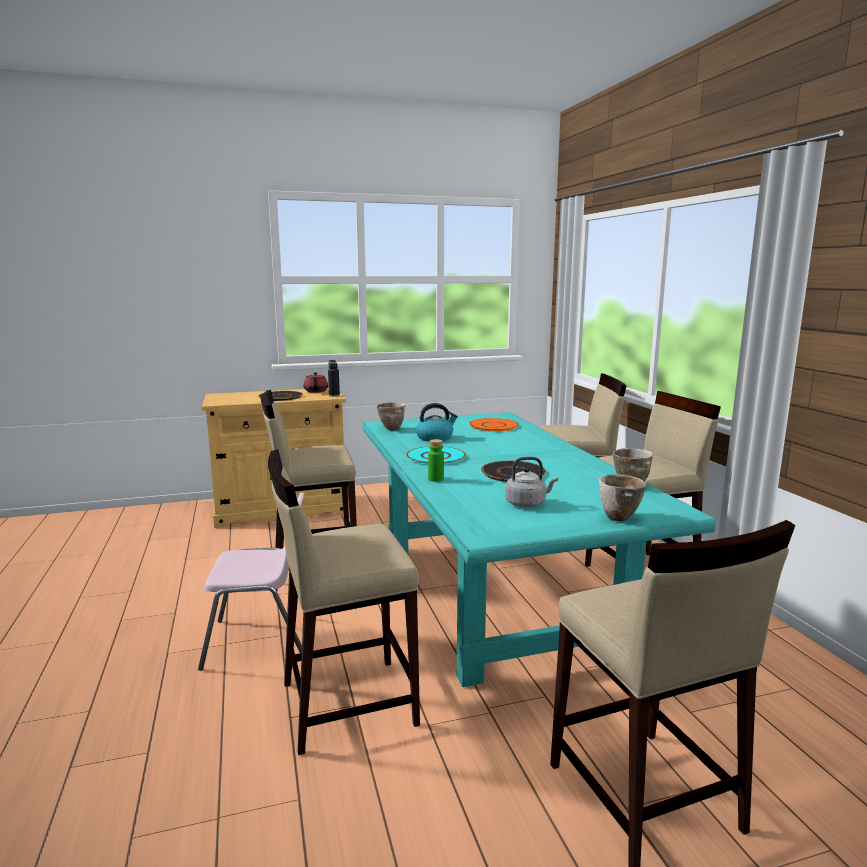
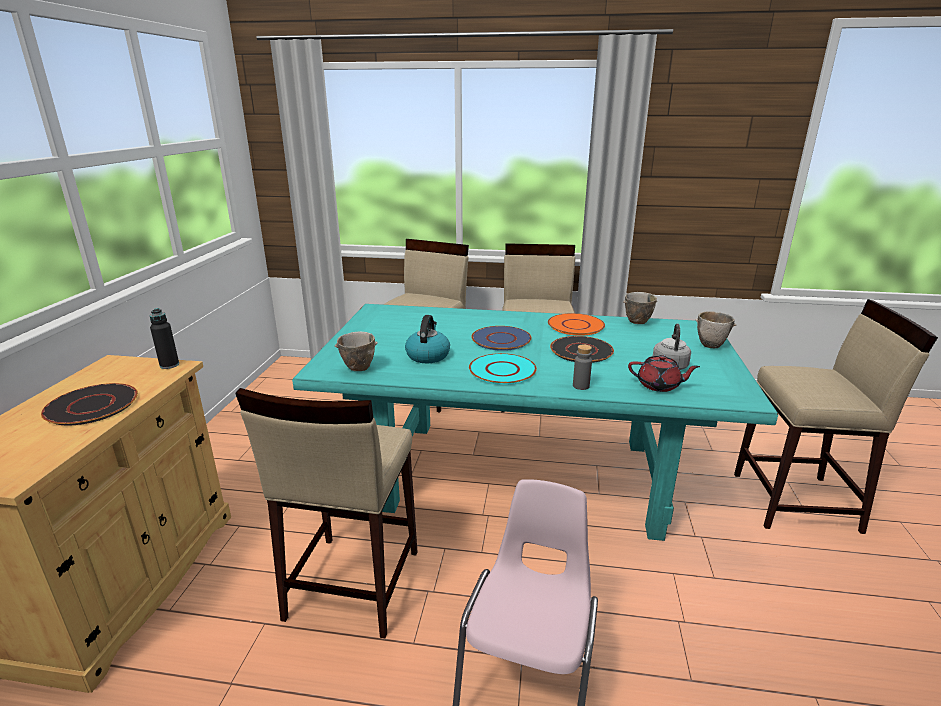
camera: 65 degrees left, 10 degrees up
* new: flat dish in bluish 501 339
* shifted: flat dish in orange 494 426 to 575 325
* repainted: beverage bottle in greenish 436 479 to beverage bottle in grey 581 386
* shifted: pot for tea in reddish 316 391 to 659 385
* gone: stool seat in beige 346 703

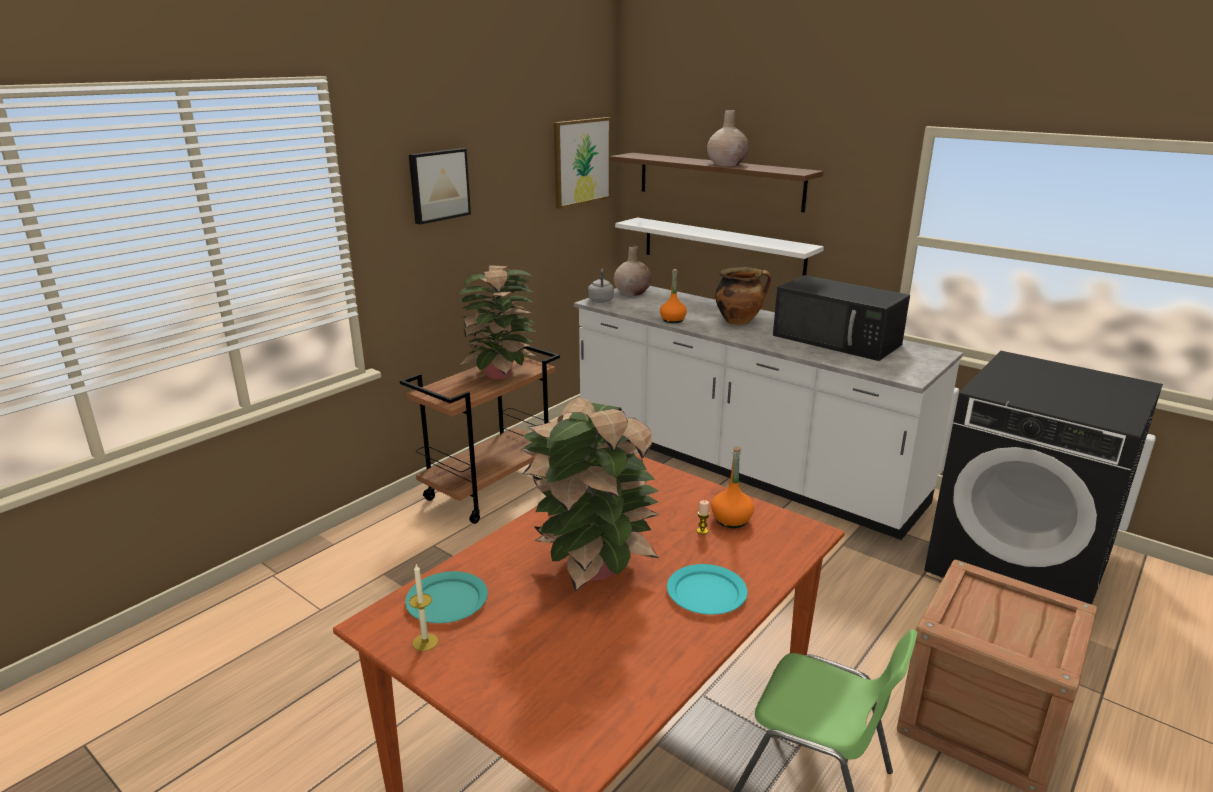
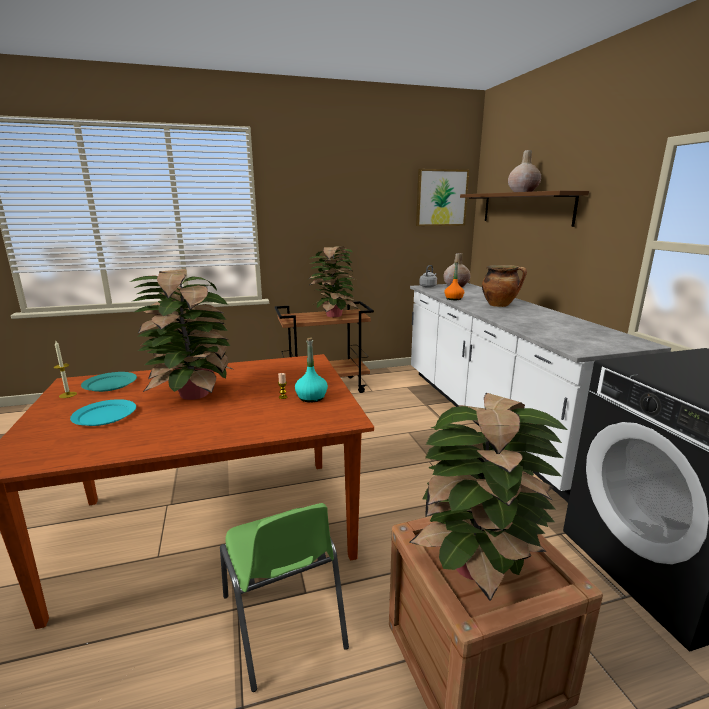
camera: 35 degrees right, 5 degrees down
* shifted: flat dish in blue-green 706 592 to 105 415
* repainted: beverage bottle in orange 731 520 to beverage bottle in blue-green 311 397
* new: plant in a pot 474 569
* gone: wall art 438 185
* gone: bracket shelf in white-coloured 722 249
* gone: microwave in black 838 340

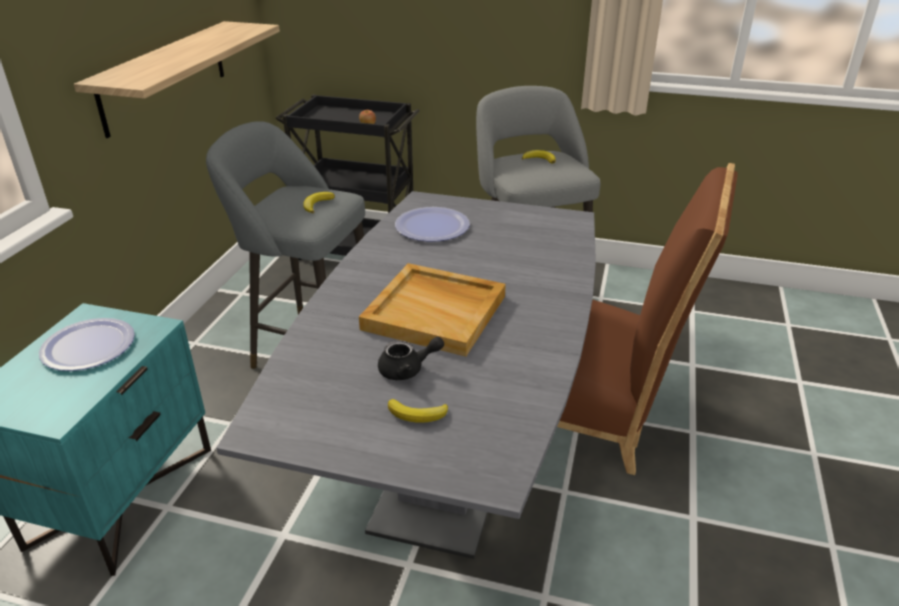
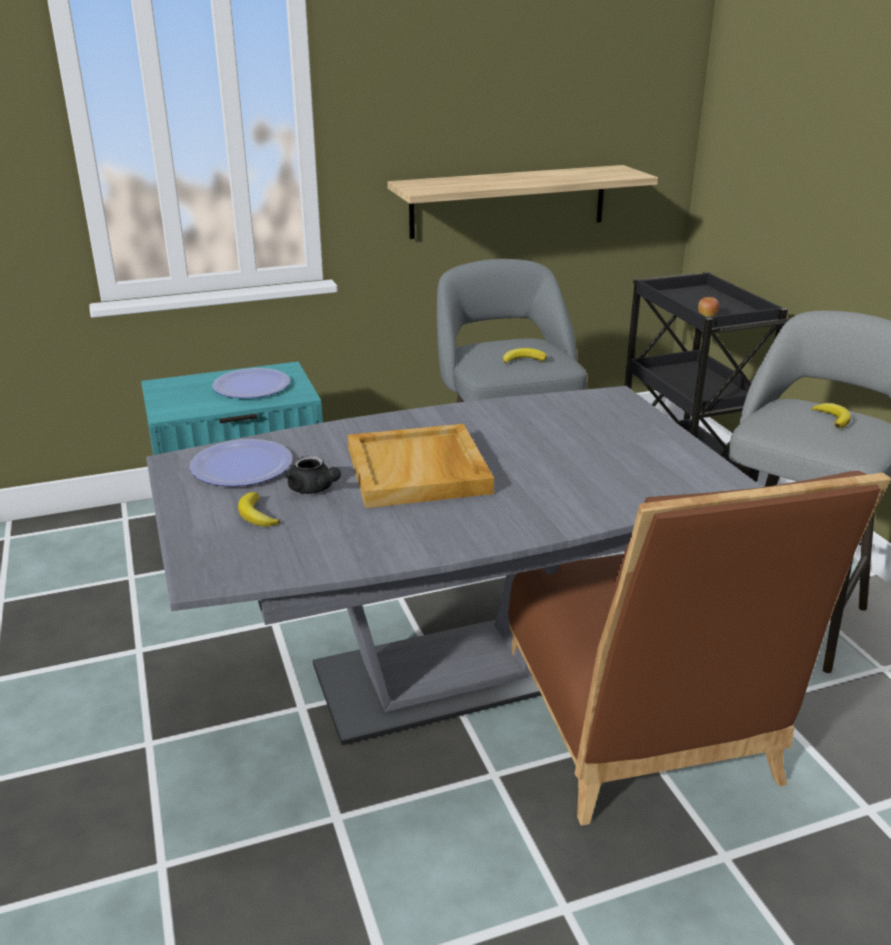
camera: 55 degrees right, 5 degrees down
* shifted: flat dish 432 226 to 242 465

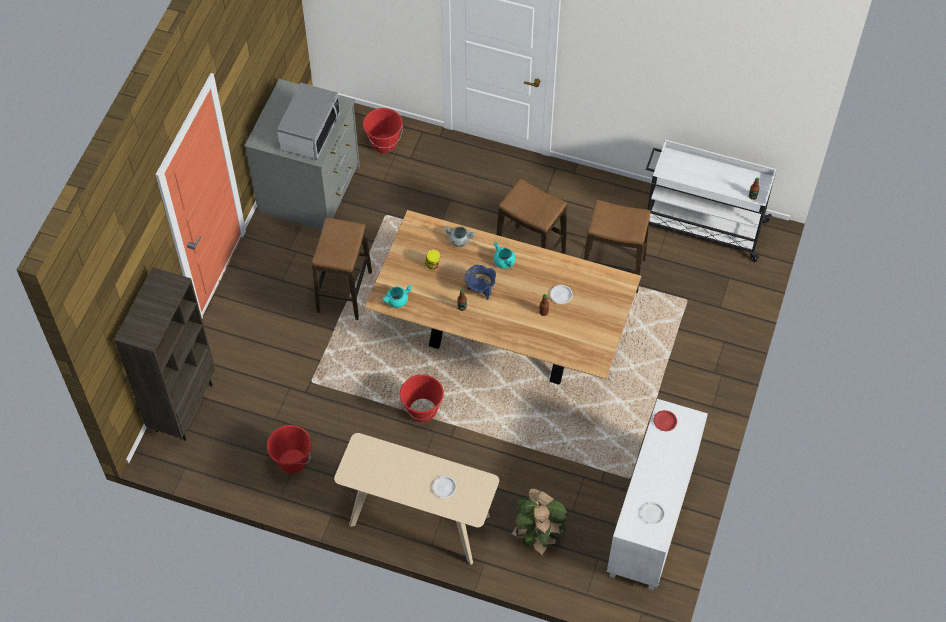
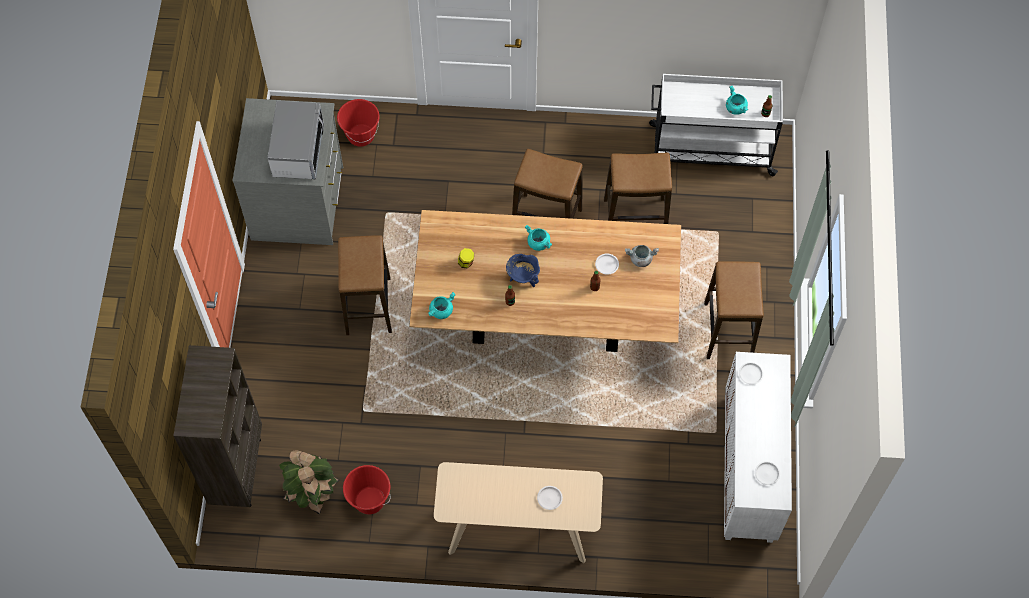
camera: 15 degrees left, 5 degrees up
* shifted: plant in a pot 537 537 to 312 495
* shifted: stockpot in grey 459 241 to 640 259
* new: stool seat 728 331
* new: stockpot in blue-green 735 108
* repainted: flat dish in reddish 664 421 to flat dish in white-coloured 750 374
* gone: bucket in reddish 422 410

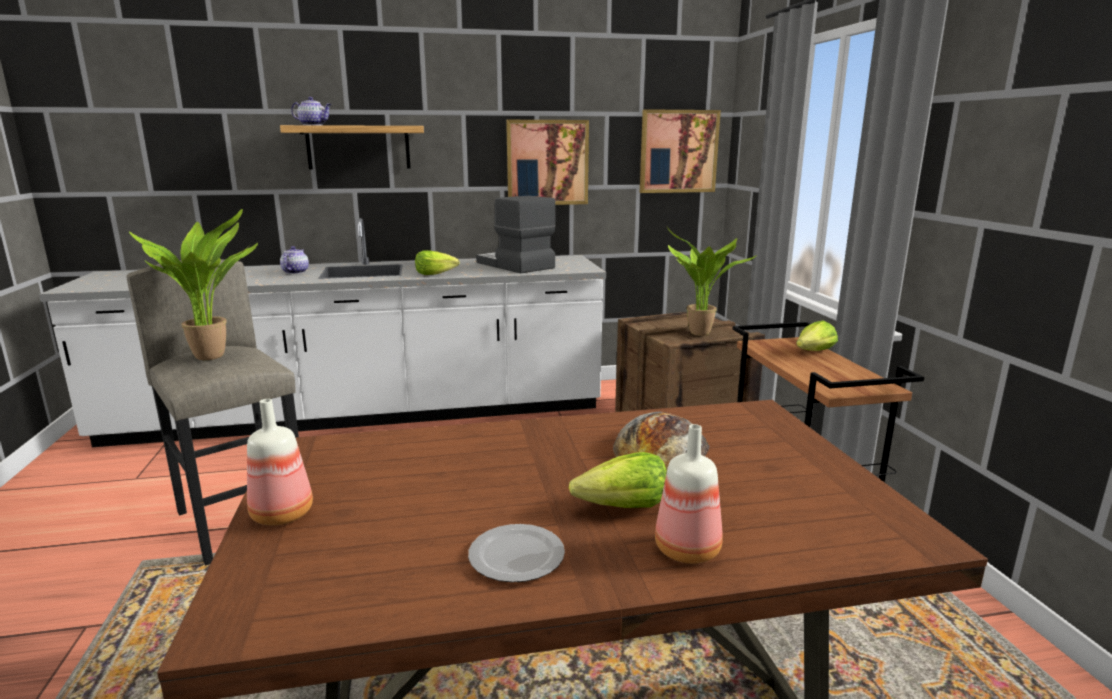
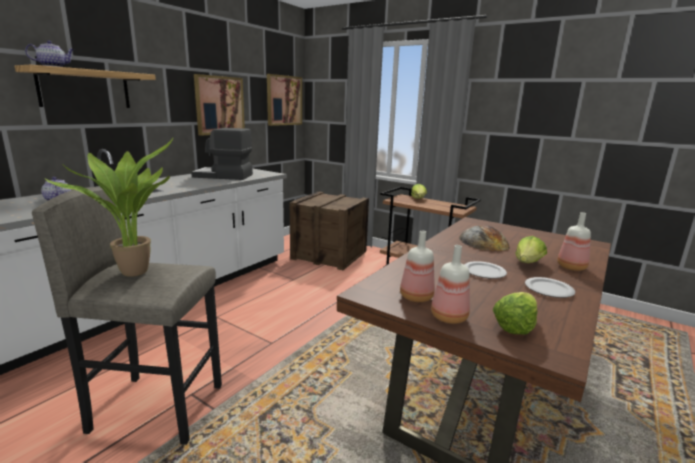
camera: 45 degrees left, 0 degrees up
* new: beverage bottle 415 297
* new: flat dish 484 271
* shifted: lettuce head 435 274 to 514 325
* gone: plant in a pot 700 334

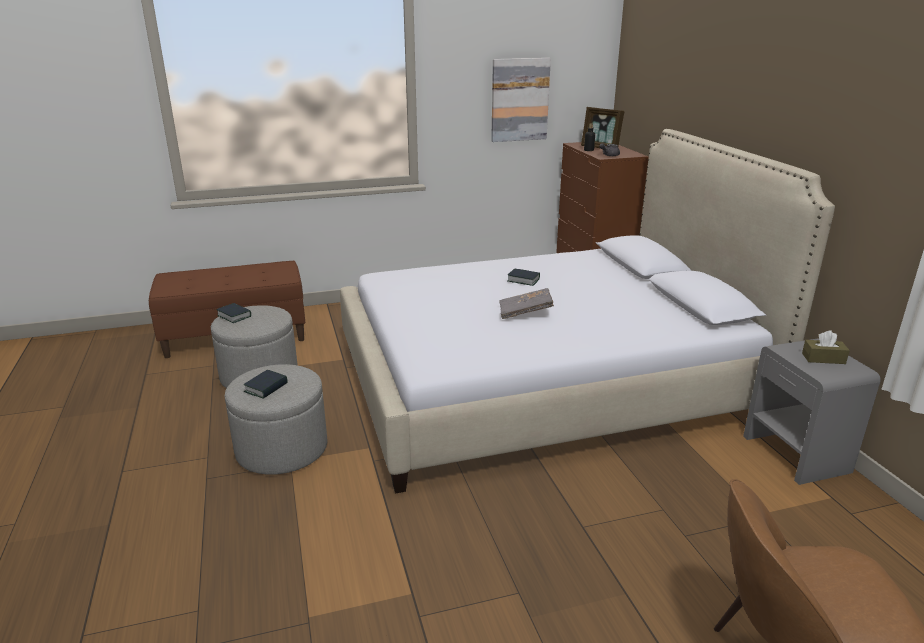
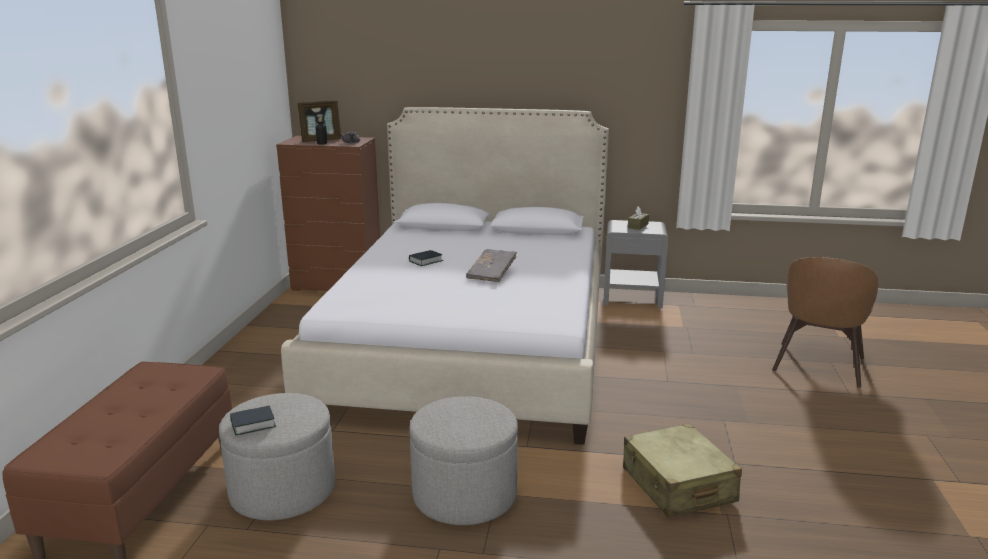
camera: 65 degrees left, 5 degrees down
* new: suitcase in beige 678 485
* gone: book 266 388
* gone: wall art 519 100

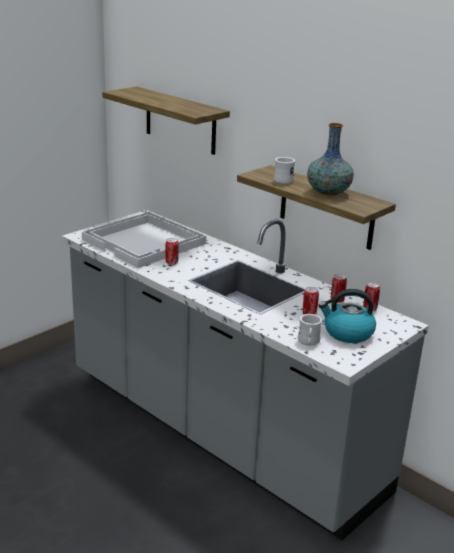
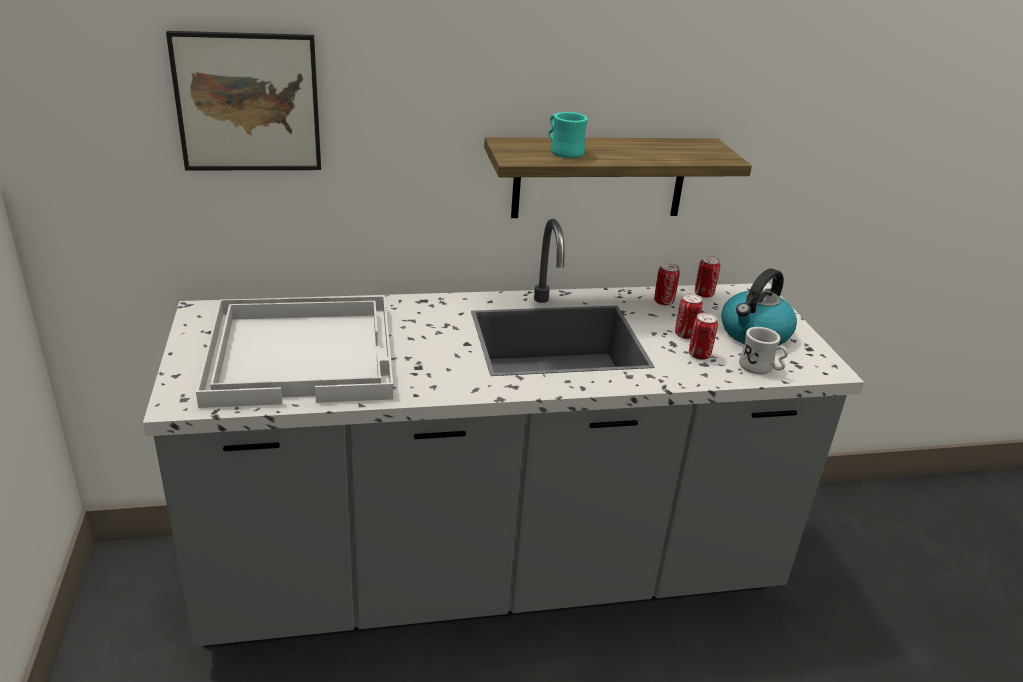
camera: 55 degrees left, 5 degrees up
* swapped: bracket shelf 180 120 to wall art 248 103
* repainted: tea mug in white-coloured 284 180 to tea mug in blue-green 563 151
* shifted: sealed can 171 262 to 699 355
* gone: vase 328 192

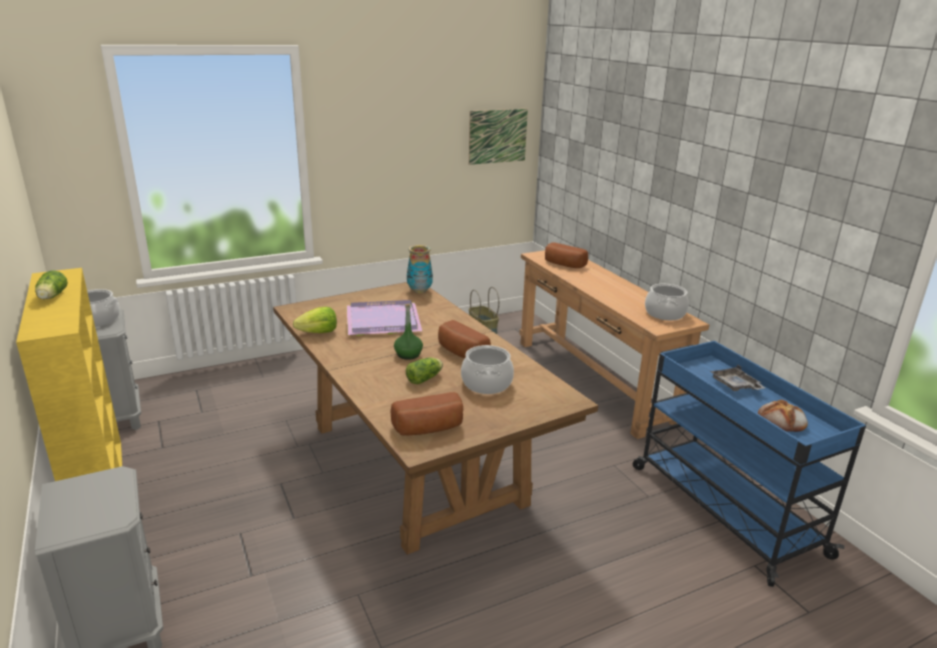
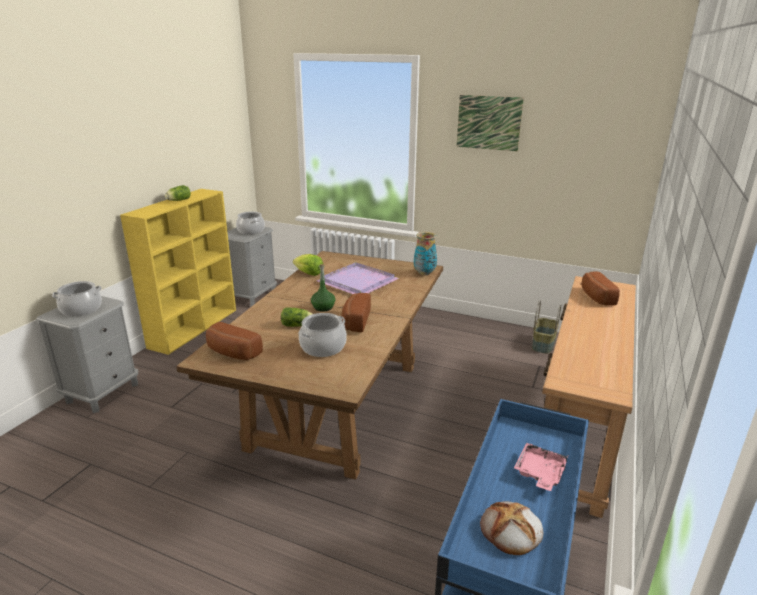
camera: 50 degrees right, 0 degrees up
* shifted: stockpot 665 314 to 81 310
* shifted: wall art 497 136 to 489 122
* repainted: tray in grey 735 385 to tray in pinkish 539 473

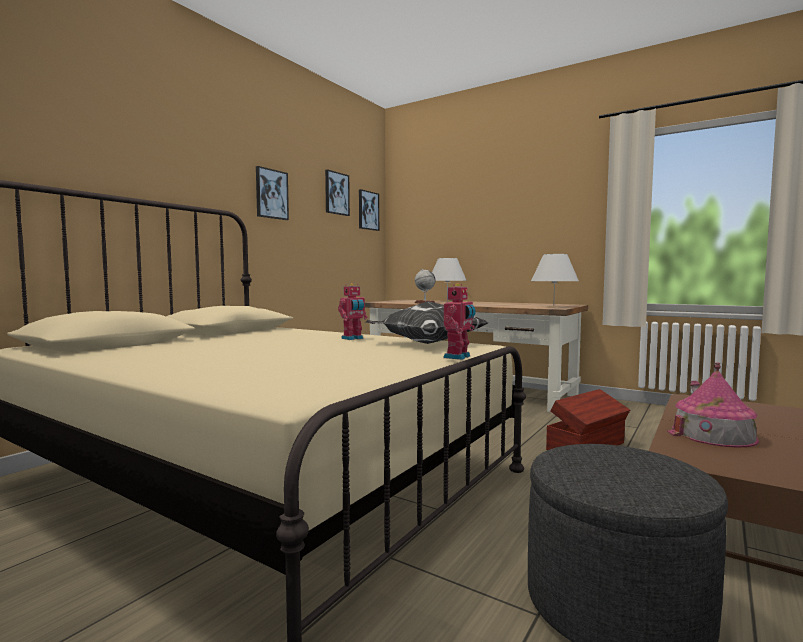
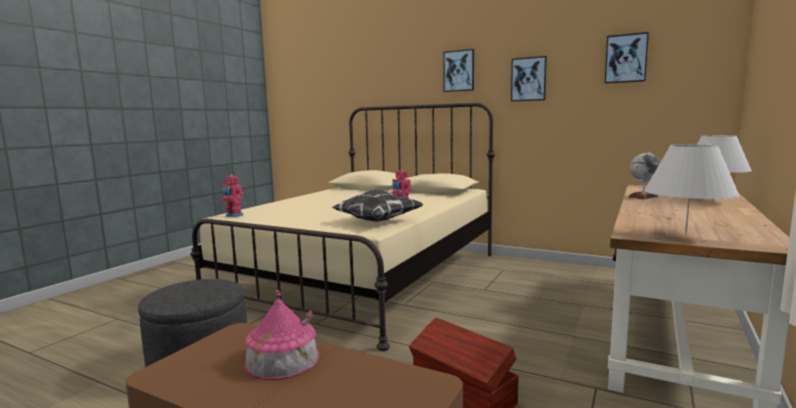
camera: 85 degrees right, 5 degrees up
* shifted: robot figure 458 357 to 233 216
* shifted: wall art 368 210 to 459 71

